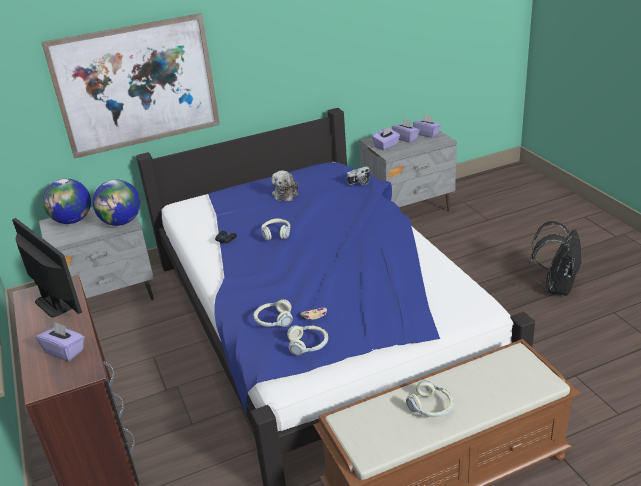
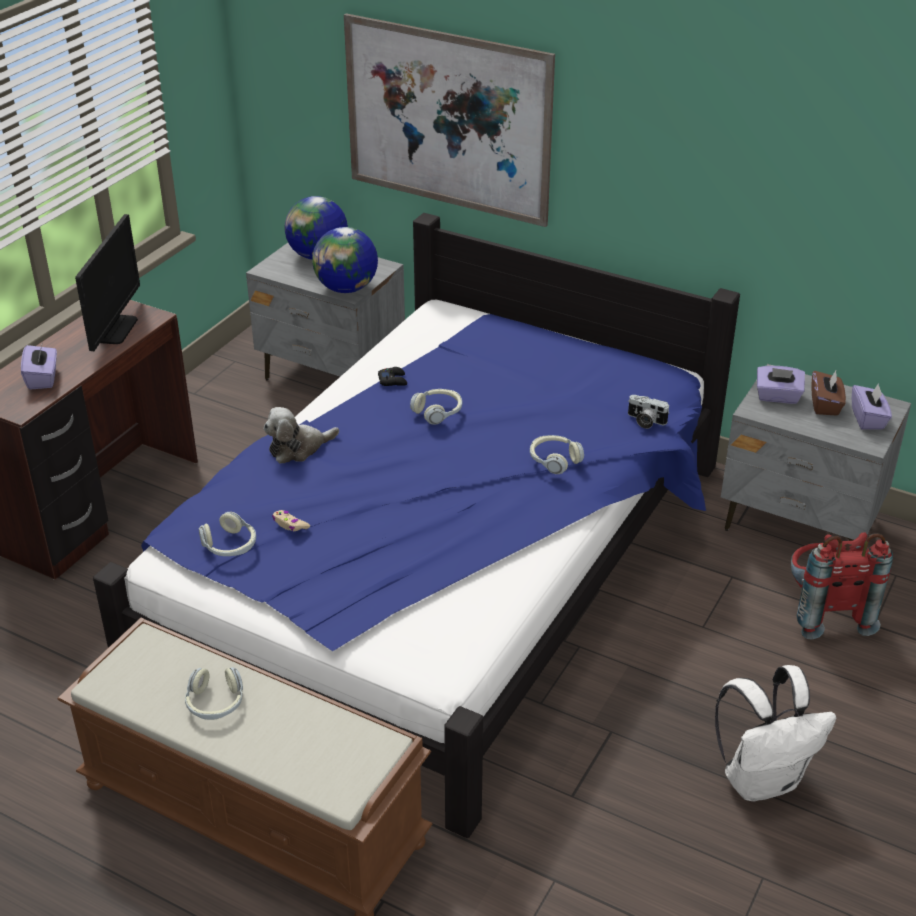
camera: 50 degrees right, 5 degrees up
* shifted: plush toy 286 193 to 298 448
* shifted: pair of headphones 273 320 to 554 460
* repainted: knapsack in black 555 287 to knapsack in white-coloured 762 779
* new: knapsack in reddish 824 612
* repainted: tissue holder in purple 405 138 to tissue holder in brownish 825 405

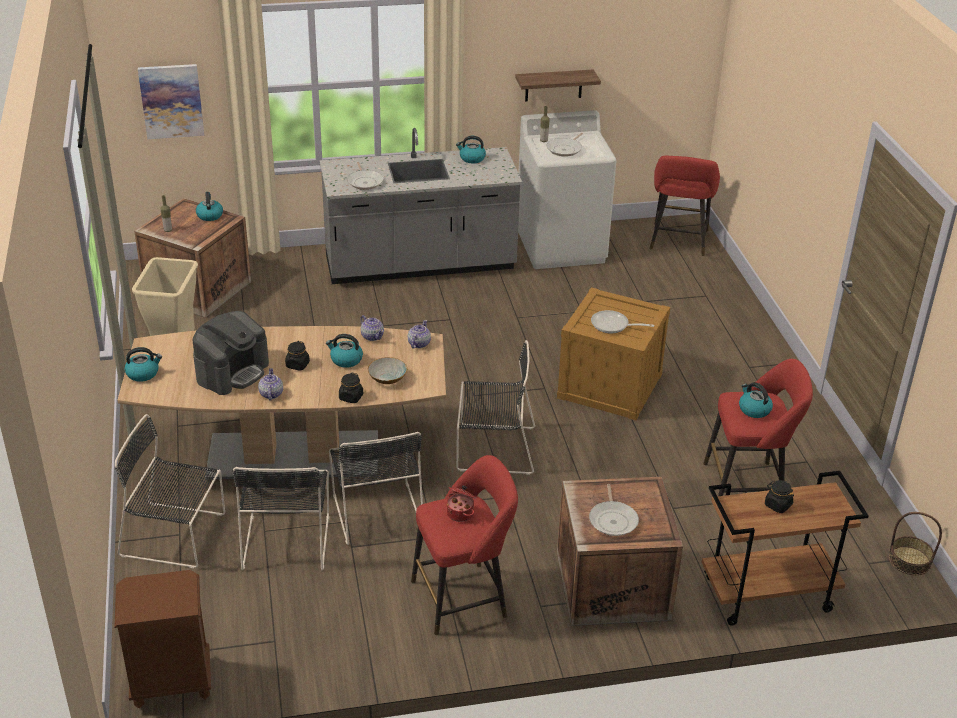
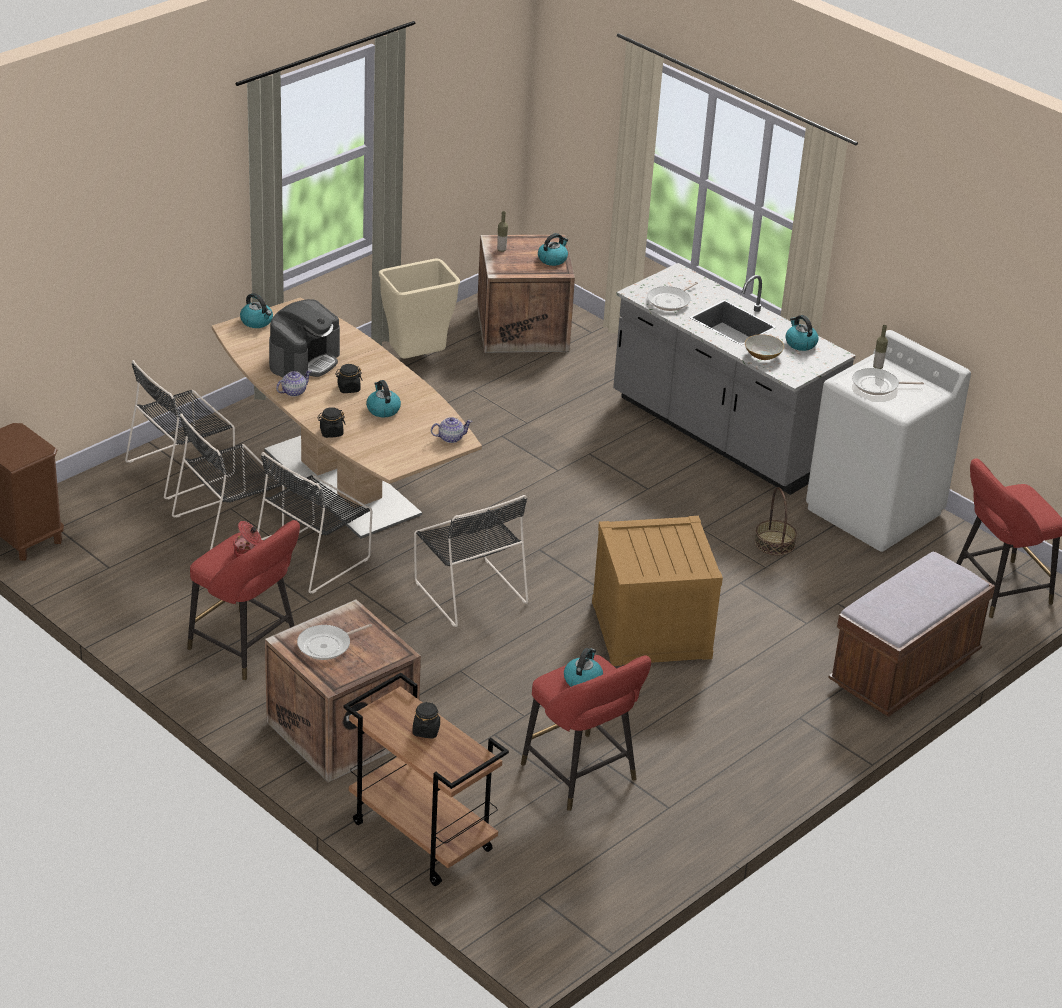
camera: 55 degrees right, 0 degrees up
* rotated: plain chair in black 176 535 = 183 467 105 degrees counterclockwise
* rotated: coffee brewer 232 372 = 304 361 60 degrees counterclockwise
* shifted: deep dish 387 379 to 762 355
* shifted: basket 909 561 to 774 543
* new: long seat in brownish 904 671
* gone: wall art 171 101
* gone: pot for tea 372 336
* gone: bracket shelf 553 85
* gone: skillet 613 325

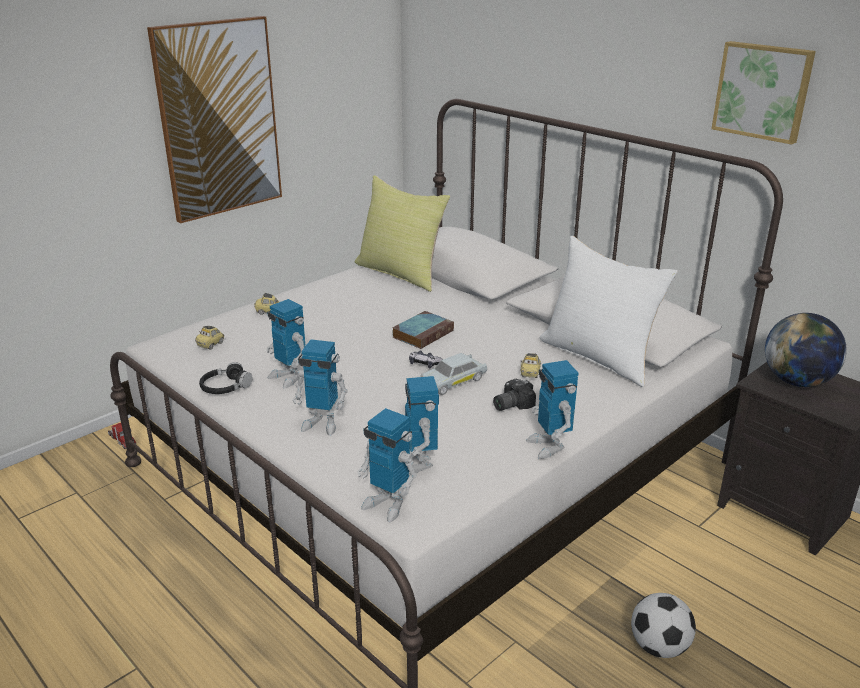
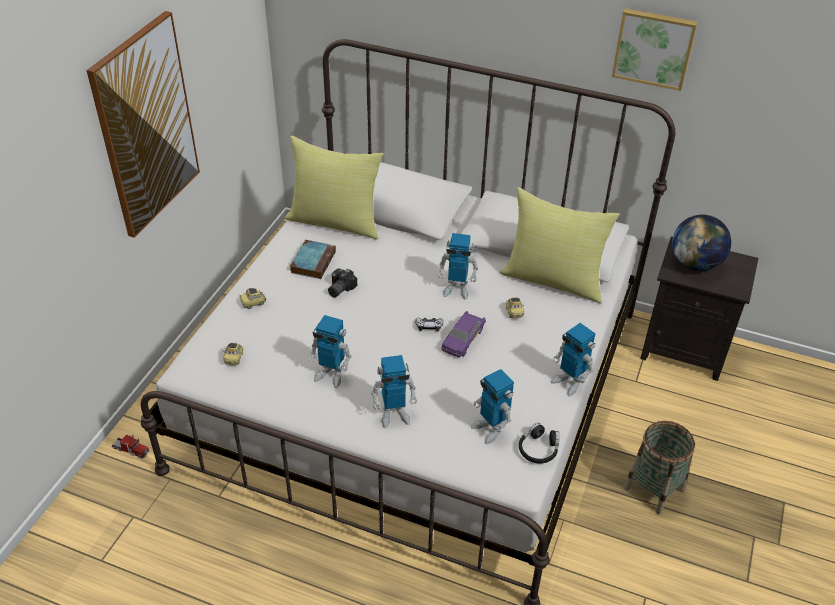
camera: 25 degrees left, 15 degrees up
* shifted: book 423 333 to 313 261
* shifted: photo camera 510 404 to 339 289
* shifted: robot figure 387 504 to 456 289
* repainted: miniature car in white-coloured 453 381 to miniature car in purple 463 339
* repainted: cushion in white-coloured 599 357 to cushion in yellow 553 279
* shifted: pair of headphones in black 225 387 to 538 449
* swapped: football 659 647 to basket 654 489

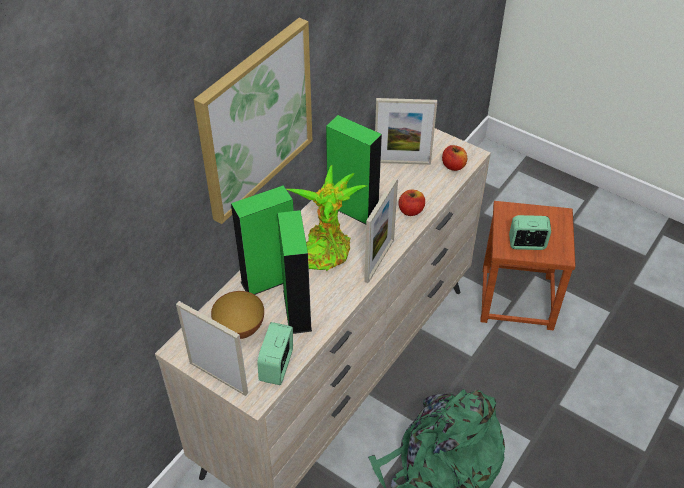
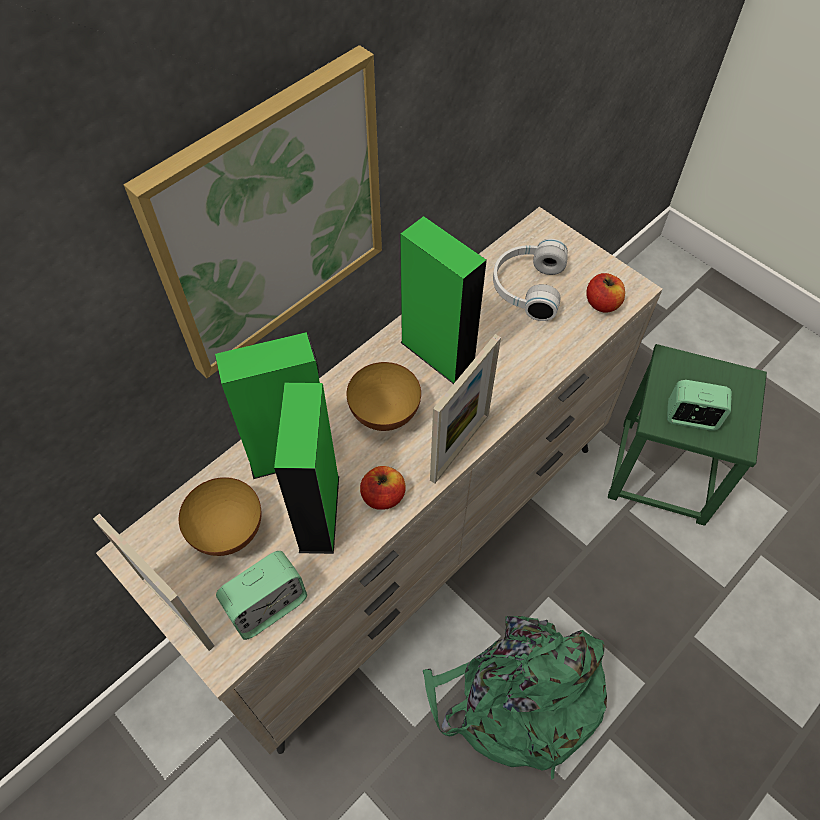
camera: 10 degrees right, 10 degrees up
* rotated: table clock 277 366 = 268 606 150 degrees counterclockwise
* swapped: plant in a pot 326 248 to deep dish 385 414
* shifted: apple 411 210 to 383 496
* swapped: standing frame 402 162 to pair of headphones in white-coloured 526 287
* repainted: stool seat in brownish 516 299 to stool seat in greenish 662 472

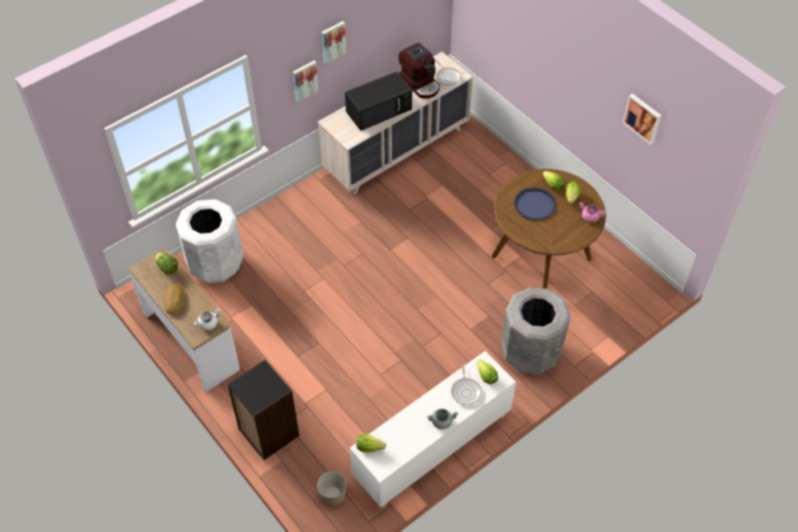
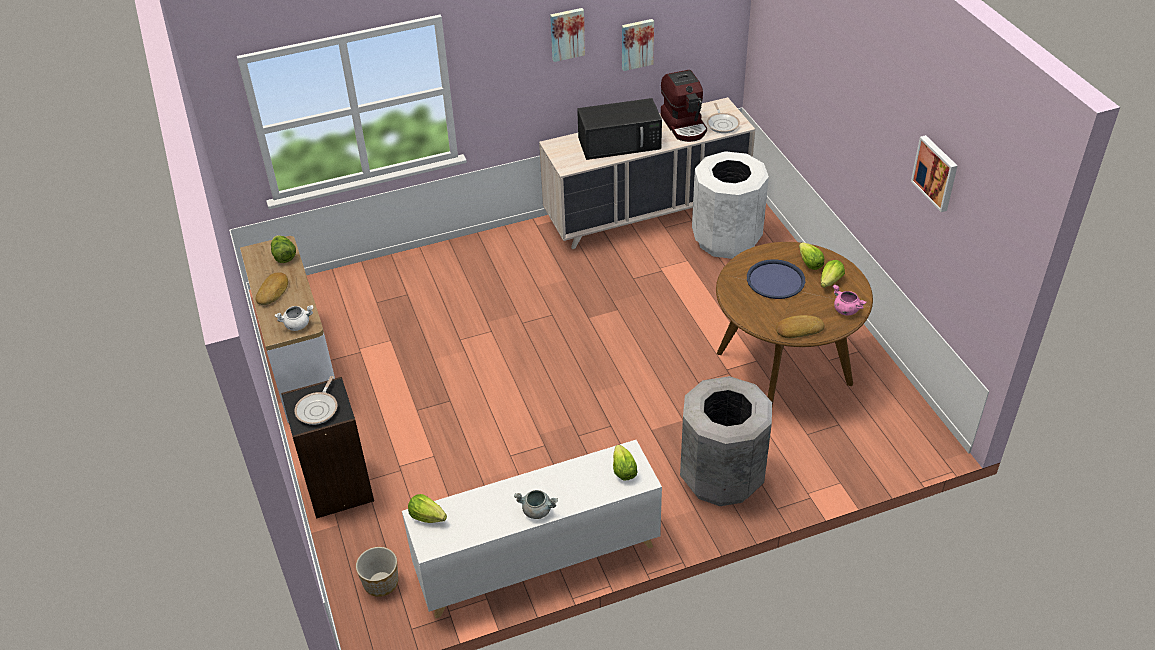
camera: 20 degrees right, 10 degrees down
* shifted: skillet 466 391 to 318 409
* shifted: wall art 304 80 to 636 44
* shifted: trash can in white-coloured 215 263 to 726 239
* new: baked bread 798 329

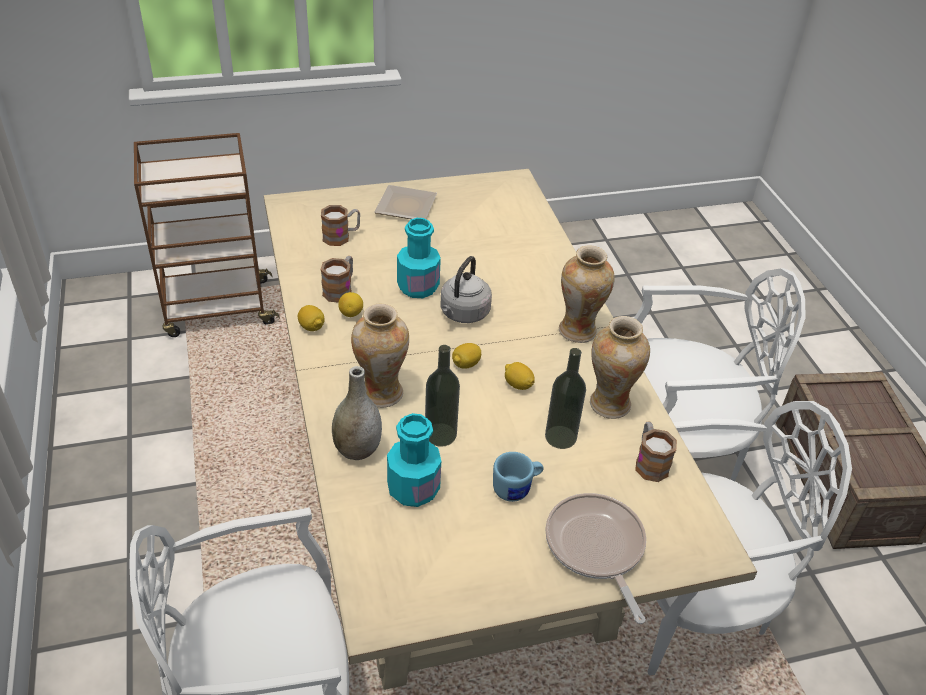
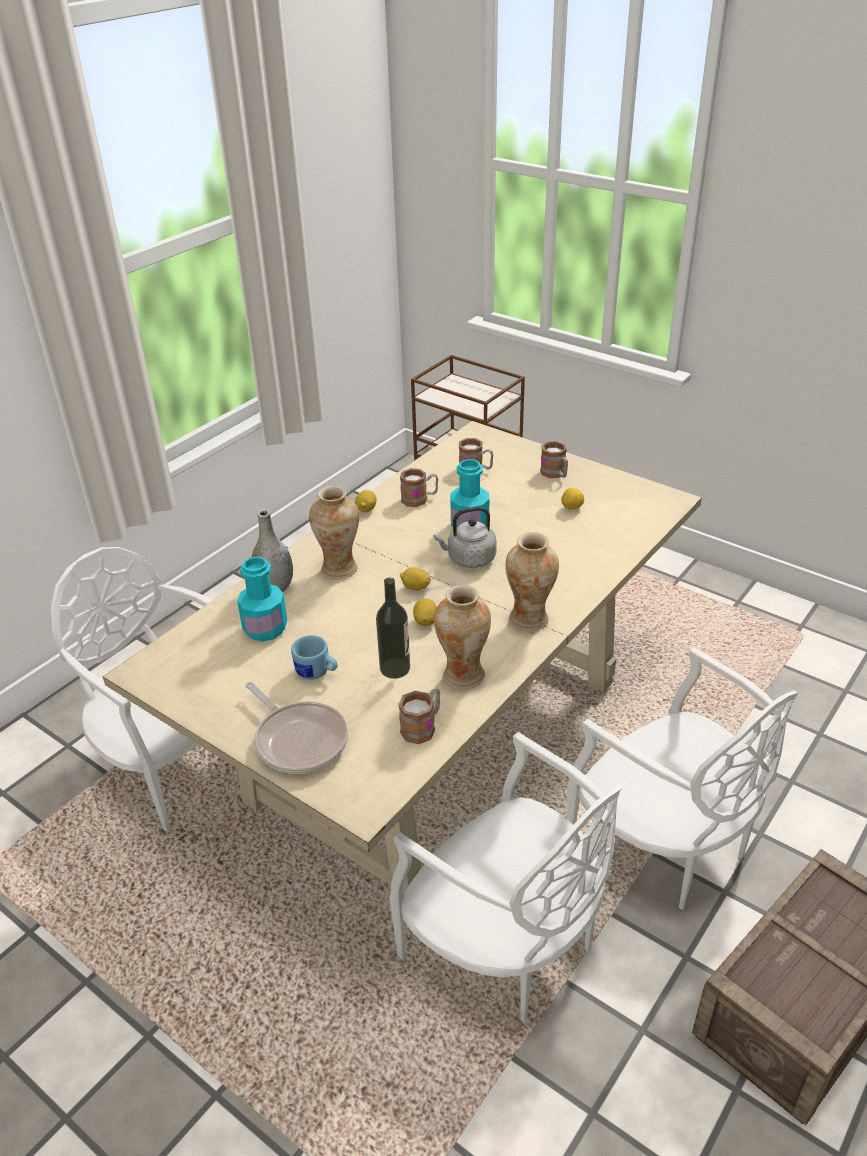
camera: 55 degrees right, 5 degrees down
* rotated: skillet 596 548 = 299 740 105 degrees clockwise
* swapped: flat dish 408 206 to tea mug 555 474
* shifted: lemon 351 313 to 572 508
* gone: beverage bottle 440 434

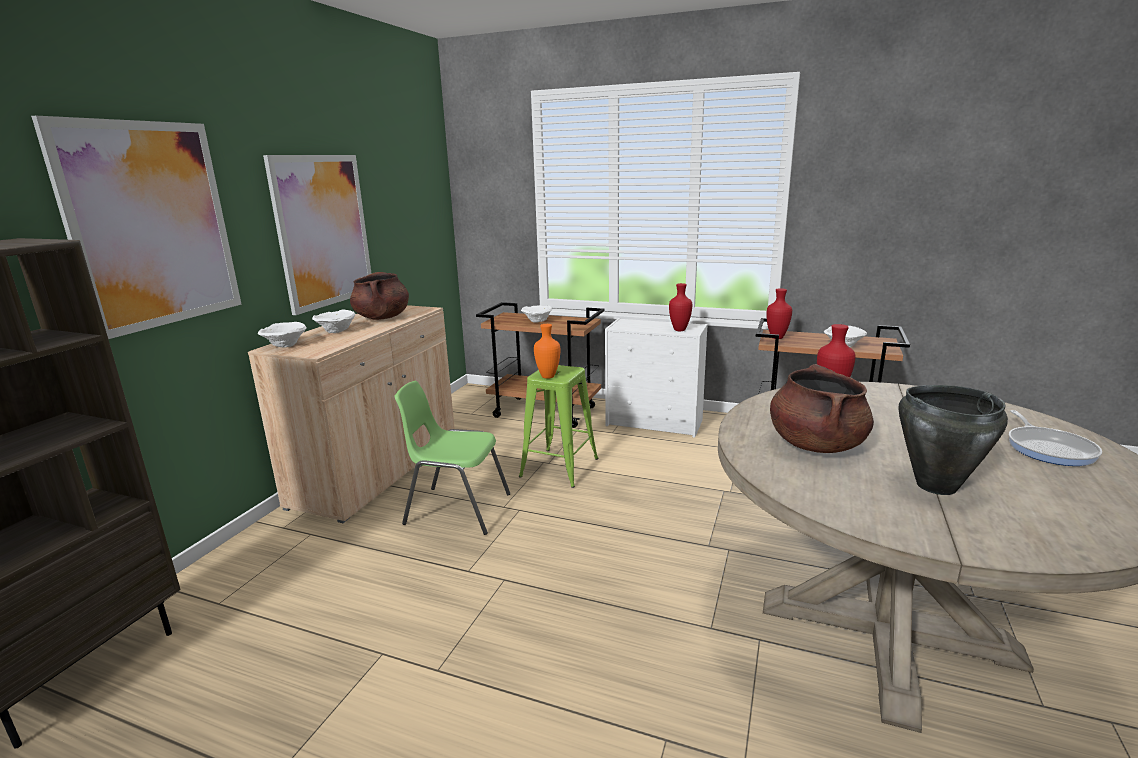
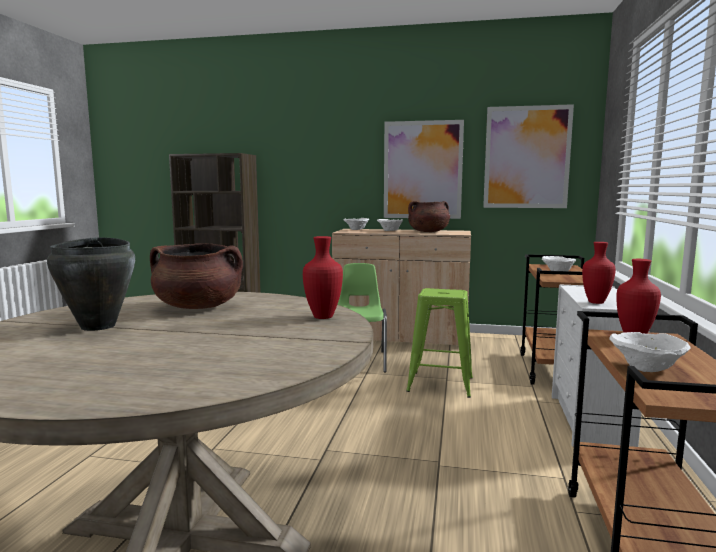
camera: 80 degrees right, 10 degrees down
* shifted: wall art 151 225 to 526 157
* gone: vase in orange 548 377
* gone: skillet 1048 448

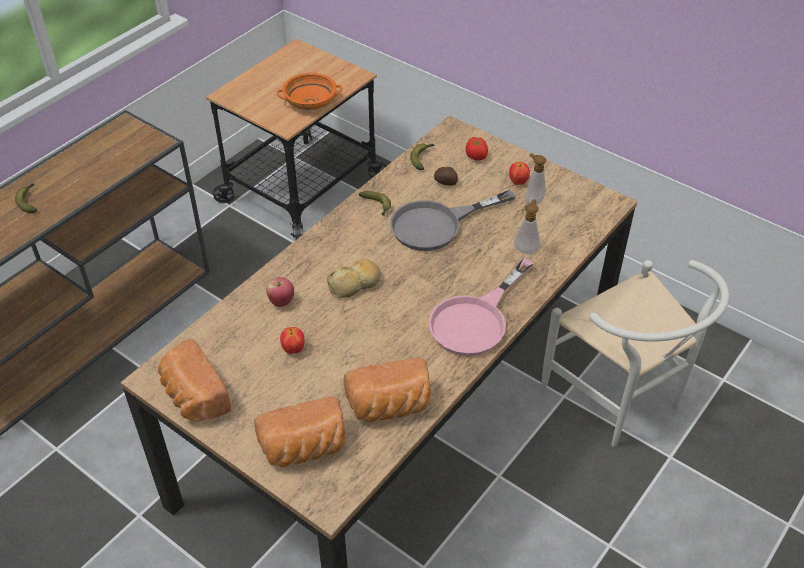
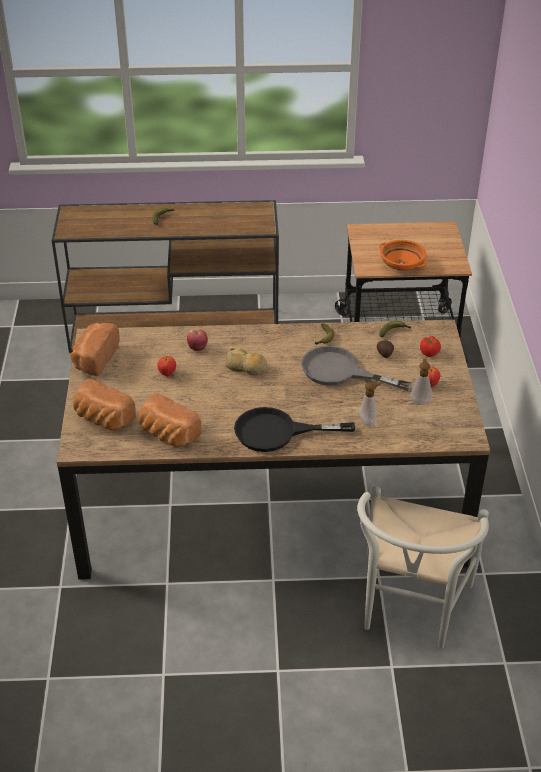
camera: 50 degrees right, 5 degrees down
* repainted: skillet in pinkish 476 319 to skillet in black 277 432

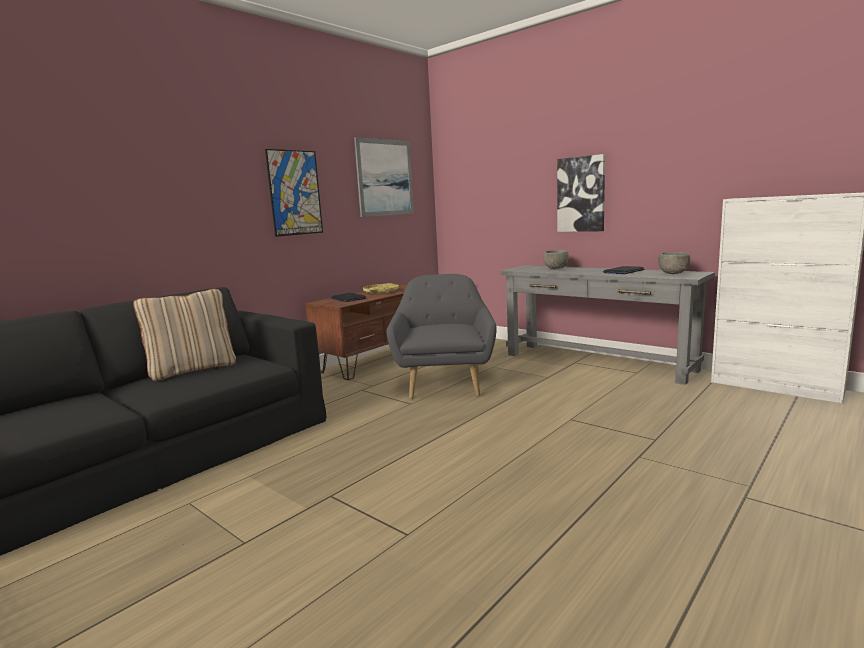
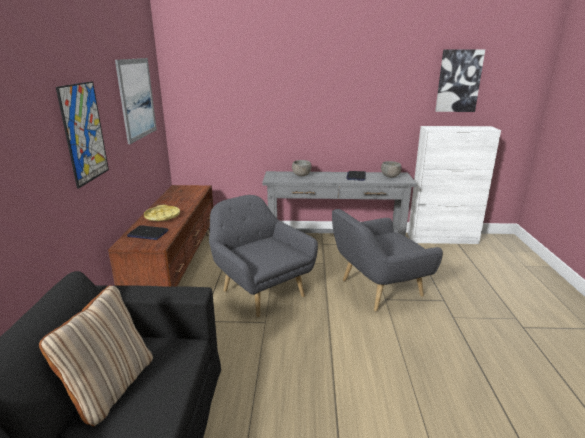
camera: 40 degrees left, 10 degrees up
* new: lounge chair in grey 377 290
* shifted: wall art 581 194 to 458 81

